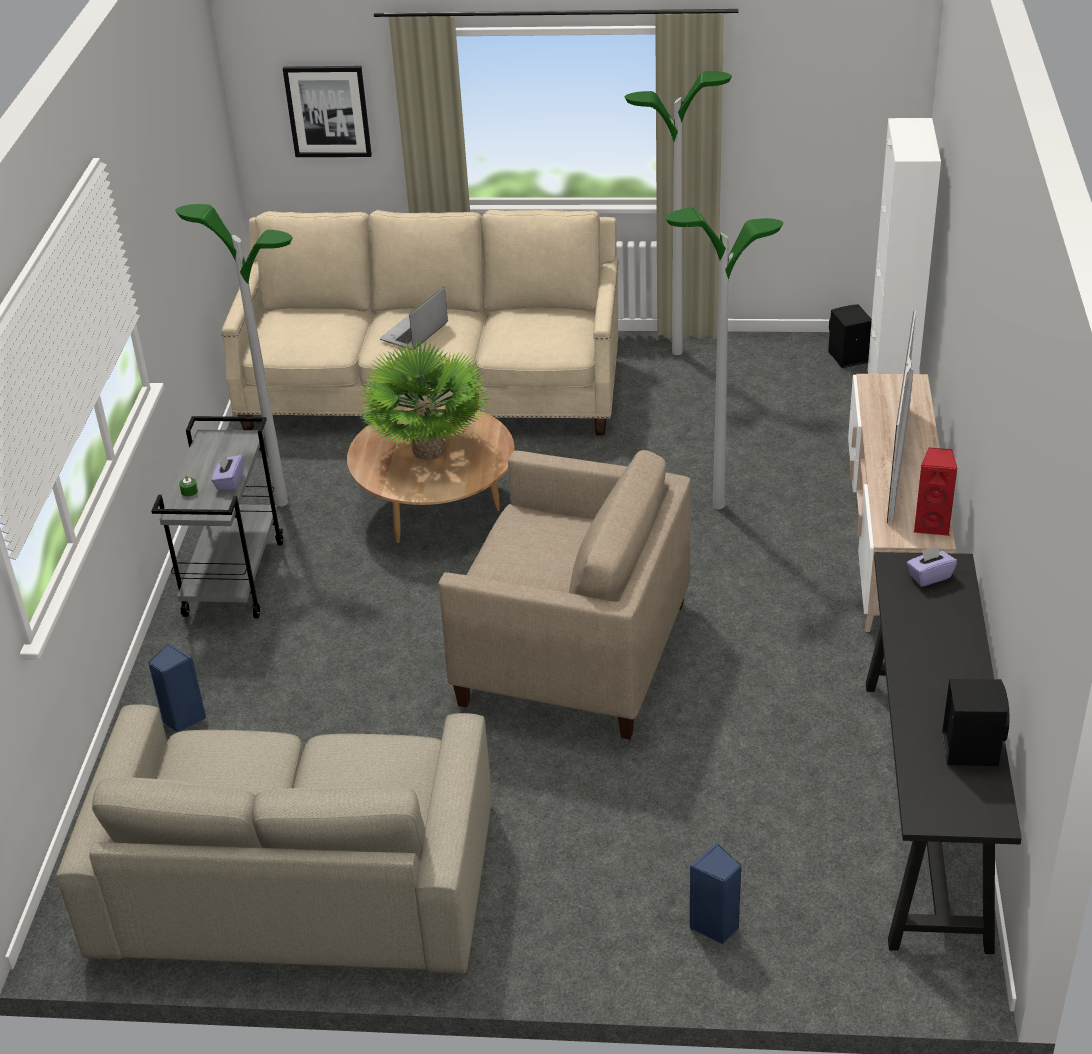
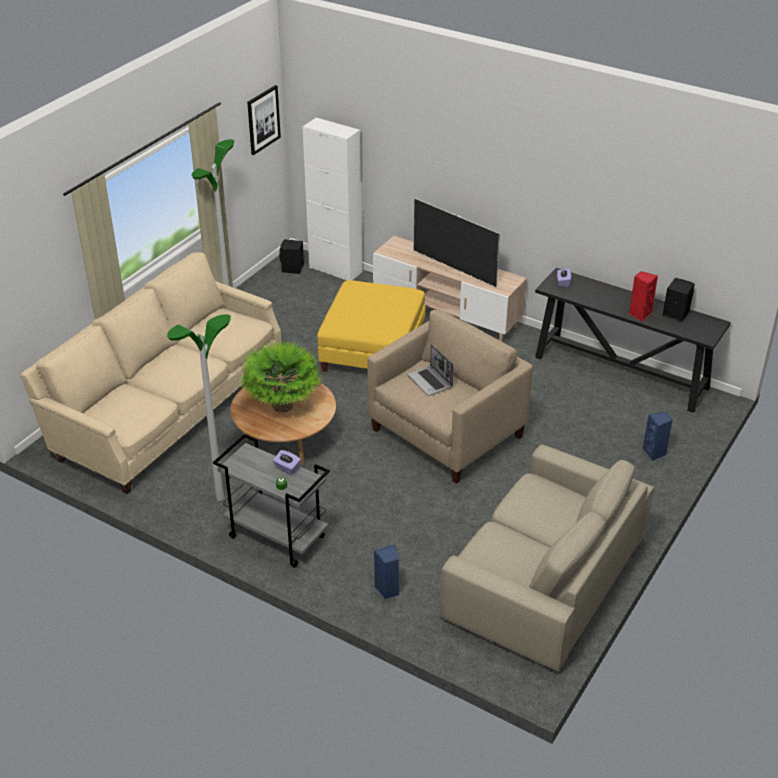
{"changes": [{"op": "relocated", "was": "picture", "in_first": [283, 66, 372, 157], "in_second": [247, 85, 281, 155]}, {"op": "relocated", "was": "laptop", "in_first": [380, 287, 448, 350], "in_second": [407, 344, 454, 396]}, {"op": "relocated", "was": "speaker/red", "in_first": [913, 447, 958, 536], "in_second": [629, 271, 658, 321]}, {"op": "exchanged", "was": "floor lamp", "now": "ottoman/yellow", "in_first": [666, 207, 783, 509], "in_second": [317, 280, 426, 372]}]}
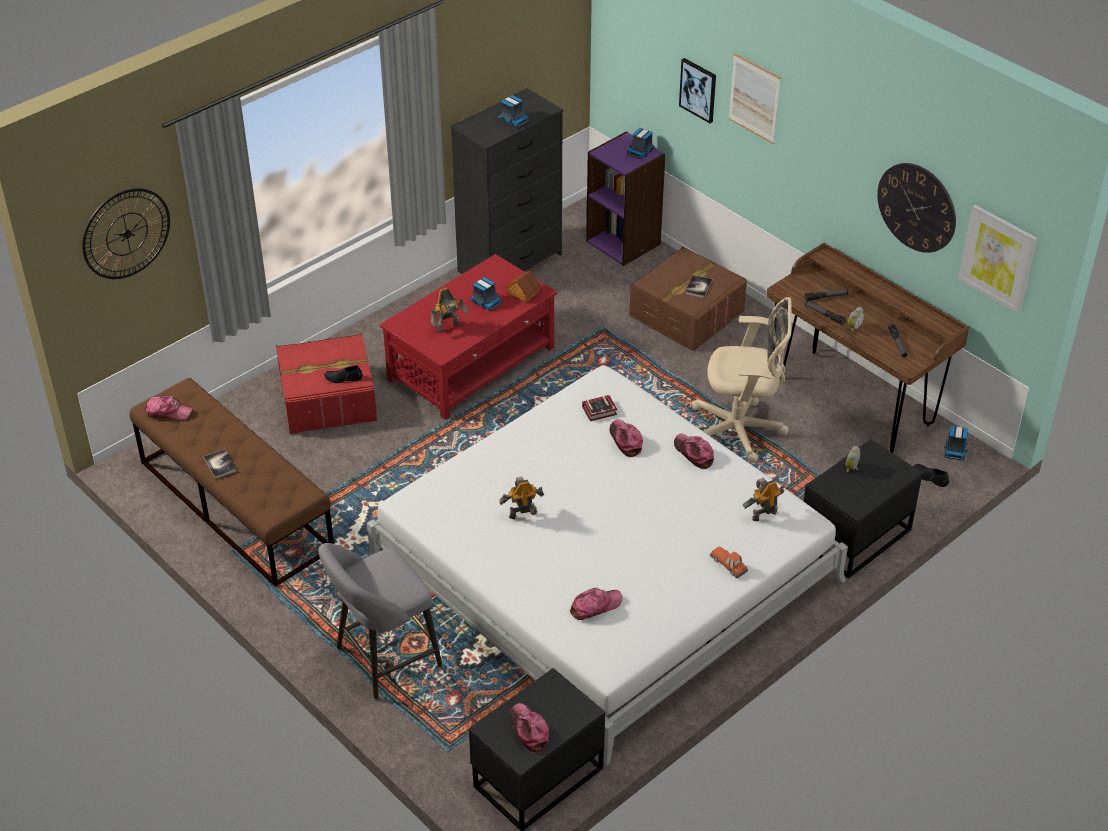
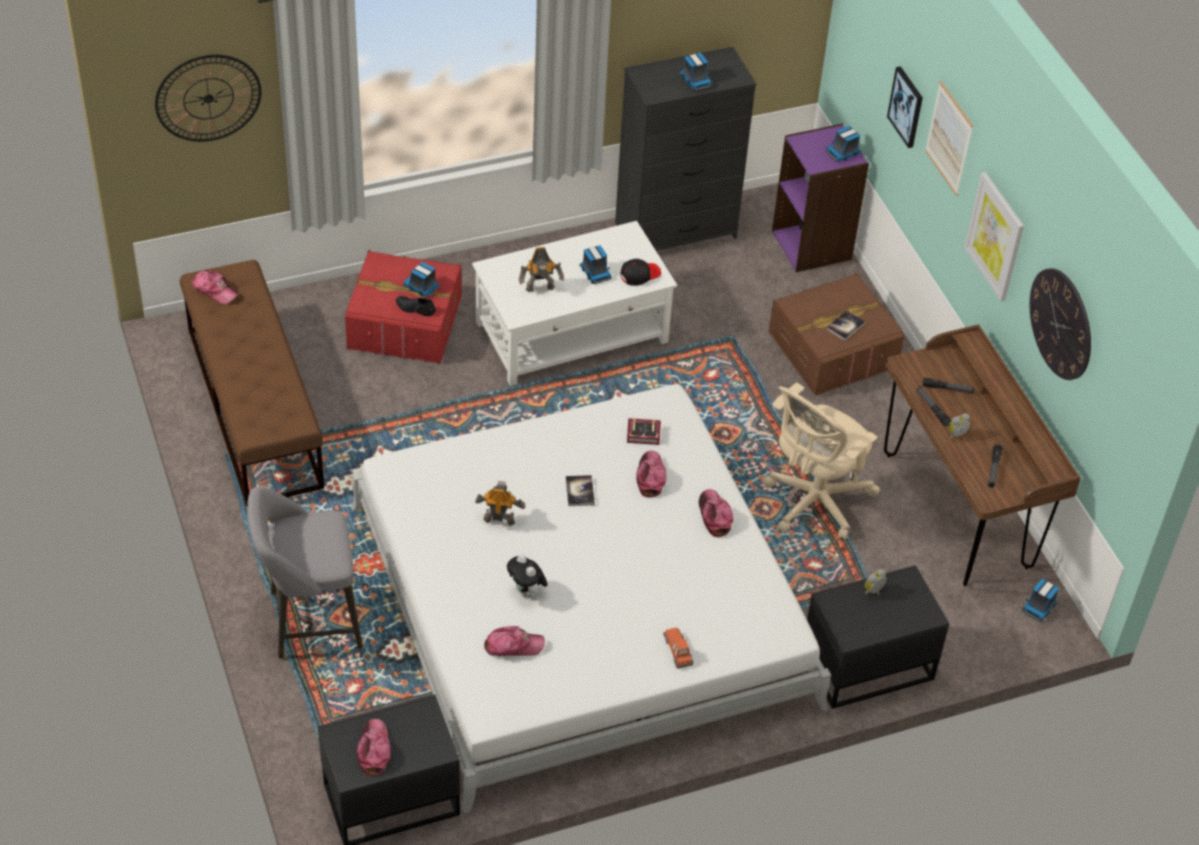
{"changes": [{"op": "missing", "was": "toy robot", "in_first": [743, 478, 785, 521]}, {"op": "missing", "was": "shoe/black", "in_first": [914, 464, 949, 487]}, {"op": "appeared", "now": "toy truck", "in_second": [403, 262, 440, 298]}, {"op": "appeared", "now": "plush toy", "in_second": [507, 555, 548, 599]}, {"op": "relocated", "was": "book", "in_first": [204, 449, 237, 479], "in_second": [566, 475, 595, 506]}, {"op": "relocated", "was": "picture", "in_first": [958, 205, 1037, 313], "in_second": [964, 172, 1024, 302]}, {"op": "exchanged", "was": "toy house", "now": "cap/black", "in_first": [505, 270, 542, 302], "in_second": [620, 259, 661, 286]}, {"op": "colour", "was": "coffee table/red", "now": "coffee table/white", "in_first": [379, 254, 557, 420], "in_second": [472, 221, 677, 386]}, {"op": "spun", "was": "office chair/beige", "in_first": [692, 297, 792, 463], "in_second": [762, 383, 880, 540], "clockwise": 105}]}
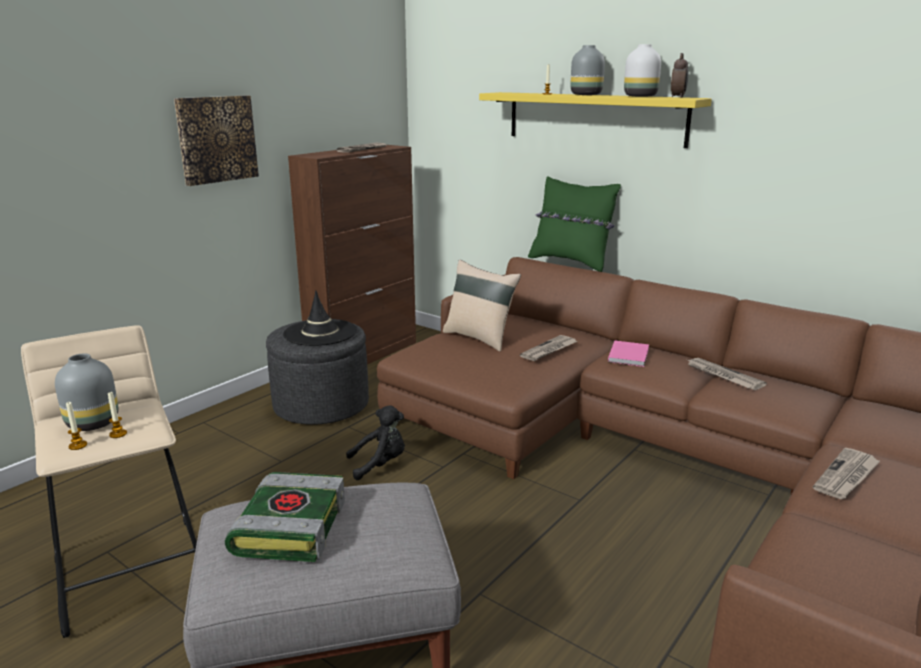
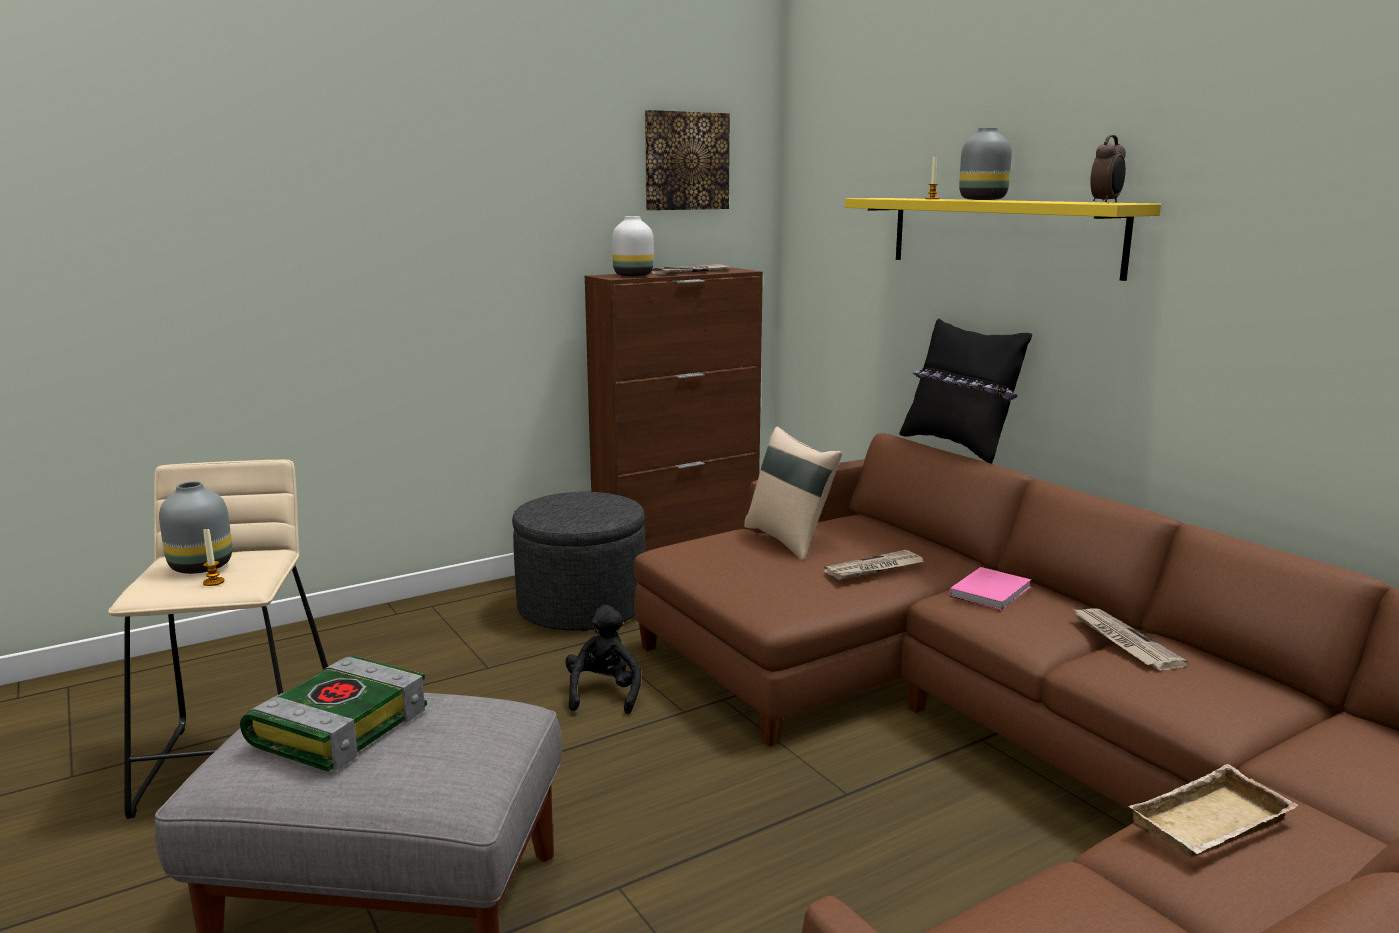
{"changes": [{"op": "missing", "was": "candle", "in_first": [66, 402, 87, 450]}, {"op": "missing", "was": "hat/black", "in_first": [283, 291, 357, 346]}, {"op": "relocated", "was": "picture", "in_first": [174, 95, 259, 186], "in_second": [645, 110, 730, 210]}, {"op": "relocated", "was": "vase/white", "in_first": [624, 44, 661, 97], "in_second": [612, 216, 654, 276]}, {"op": "exchanged", "was": "newspaper", "now": "tray/beige", "in_first": [813, 448, 880, 499], "in_second": [1128, 764, 1298, 857]}, {"op": "colour", "was": "pillow/green", "now": "pillow/black", "in_first": [528, 176, 621, 272], "in_second": [899, 318, 1032, 464]}, {"op": "spun", "was": "plush toy/black", "in_first": [346, 405, 405, 480], "in_second": [565, 605, 641, 714], "clockwise": -90}]}
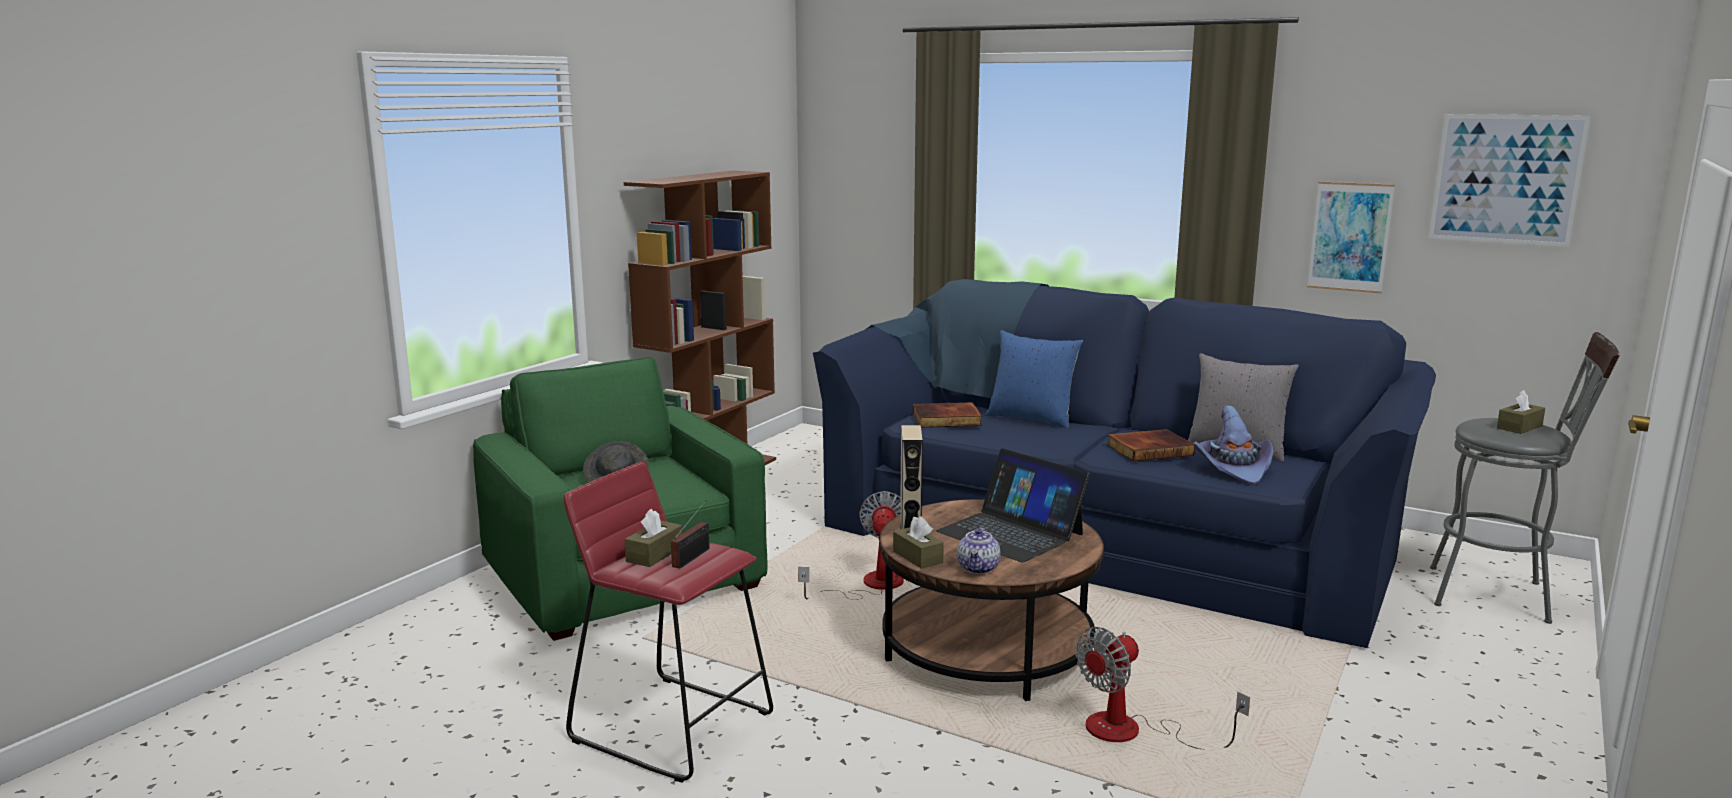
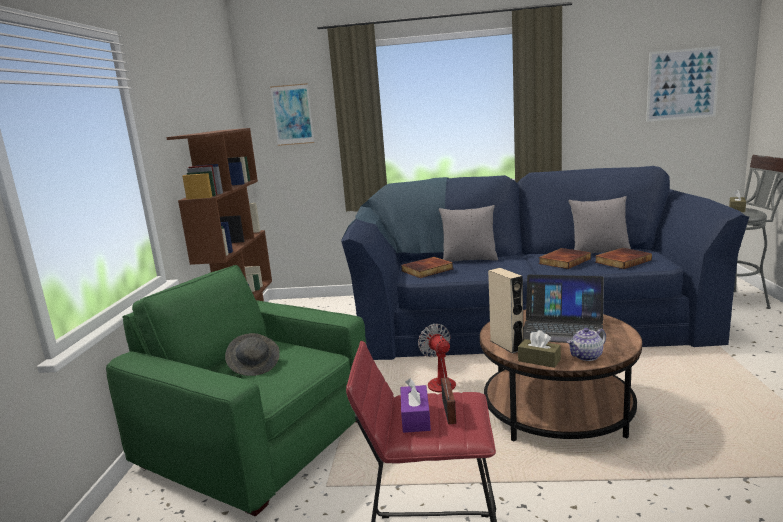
{"changes": [{"op": "missing", "was": "fan", "in_first": [1075, 627, 1250, 749]}, {"op": "relocated", "was": "picture", "in_first": [1307, 181, 1395, 293], "in_second": [270, 83, 315, 146]}, {"op": "exchanged", "was": "hat/purple", "now": "book", "in_first": [1193, 405, 1274, 486], "in_second": [595, 248, 652, 269]}, {"op": "colour", "was": "tissue box/brown", "now": "tissue box/purple", "in_first": [625, 509, 683, 567], "in_second": [400, 379, 431, 433]}, {"op": "colour", "was": "pillow/blue", "now": "pillow/grey", "in_first": [986, 330, 1083, 428], "in_second": [439, 205, 498, 262]}, {"op": "spun", "was": "teapot", "in_first": [957, 526, 1000, 574], "in_second": [567, 328, 606, 361], "clockwise": 75}]}
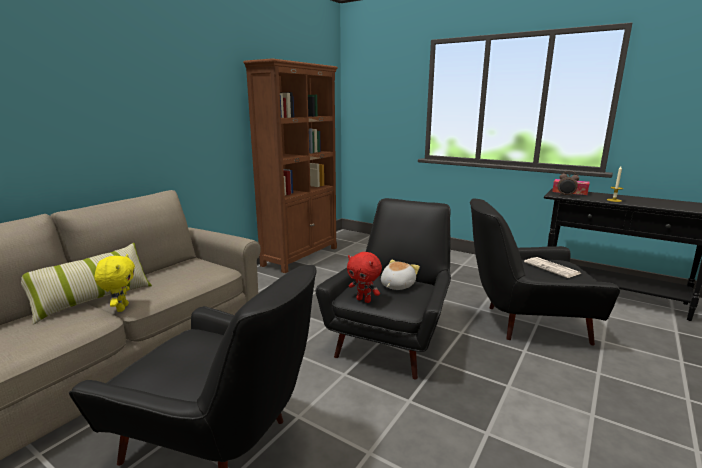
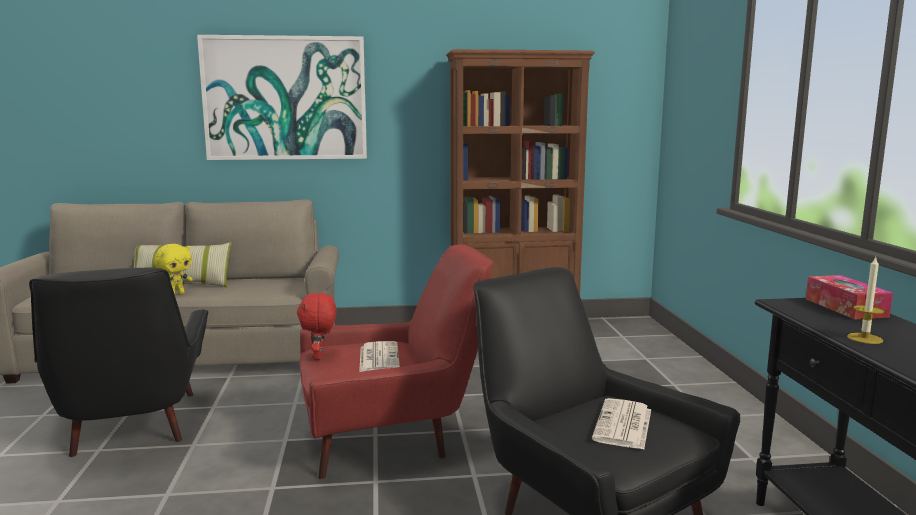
{"changes": [{"op": "missing", "was": "alarm clock", "in_first": [558, 171, 579, 197]}, {"op": "appeared", "now": "picture", "in_second": [197, 35, 367, 160]}, {"op": "exchanged", "was": "plush toy", "now": "newspaper", "in_first": [381, 260, 420, 290], "in_second": [359, 341, 400, 372]}, {"op": "colour", "was": "armchair/black", "now": "armchair/red", "in_first": [315, 198, 451, 380], "in_second": [299, 244, 493, 479]}]}
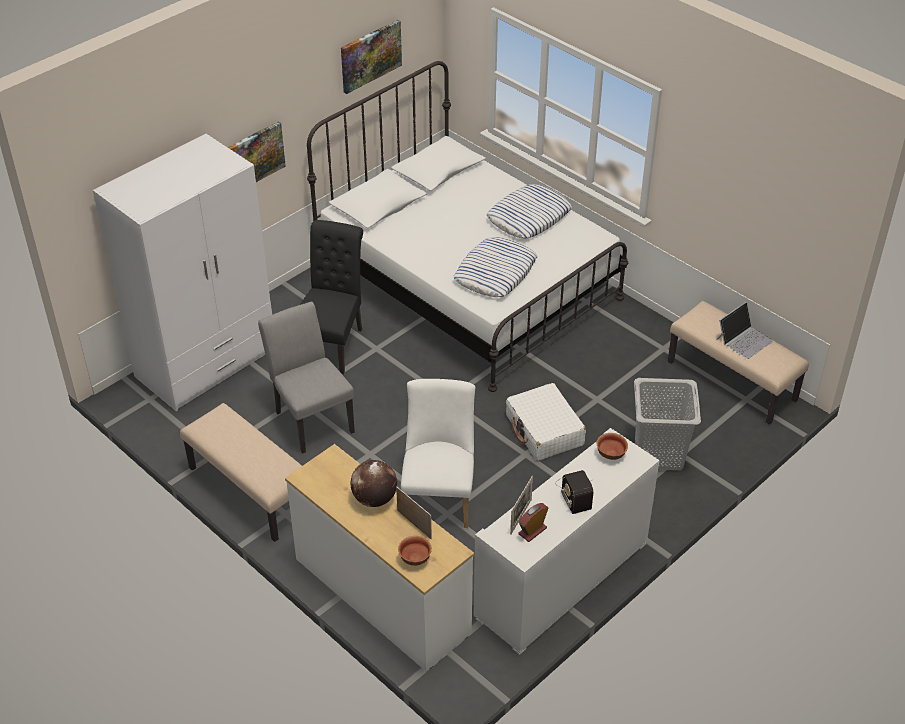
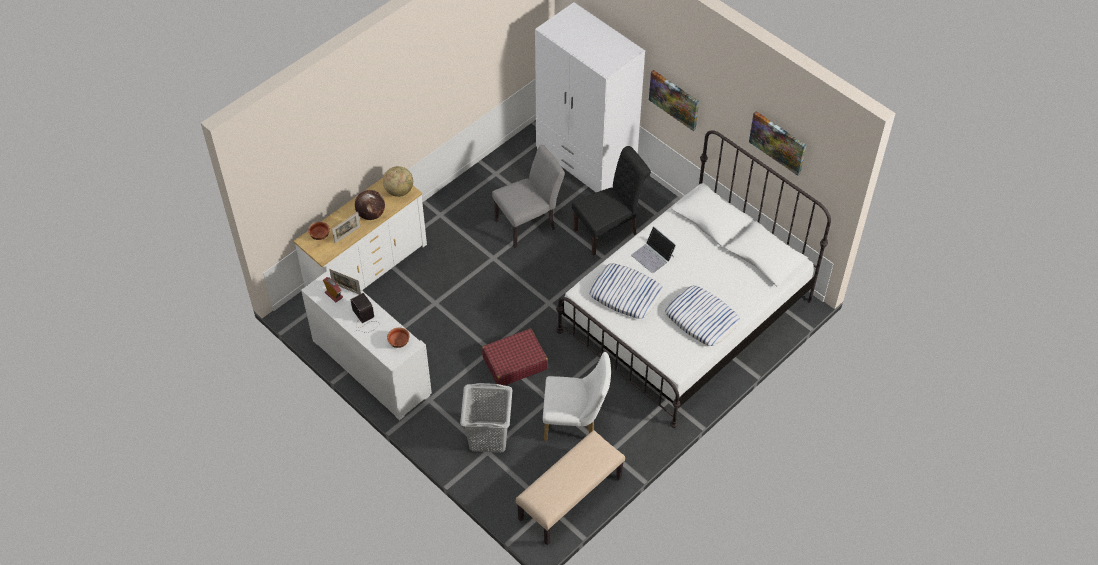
{"changes": [{"op": "missing", "was": "bench/beige", "in_first": [180, 403, 302, 542]}, {"op": "appeared", "now": "globe", "in_second": [383, 166, 413, 197]}, {"op": "relocated", "was": "chair/white", "in_first": [401, 379, 475, 528], "in_second": [543, 352, 611, 441]}, {"op": "relocated", "was": "laptop", "in_first": [718, 302, 773, 359], "in_second": [631, 226, 676, 273]}, {"op": "colour", "was": "suitcase/white", "now": "suitcase/red", "in_first": [506, 383, 586, 461], "in_second": [482, 328, 548, 386]}, {"op": "spun", "was": "chair/black", "in_first": [300, 220, 363, 374], "in_second": [572, 146, 651, 256], "clockwise": -45}, {"op": "spun", "was": "radio", "in_first": [556, 470, 593, 514], "in_second": [351, 293, 380, 333], "clockwise": 75}]}
